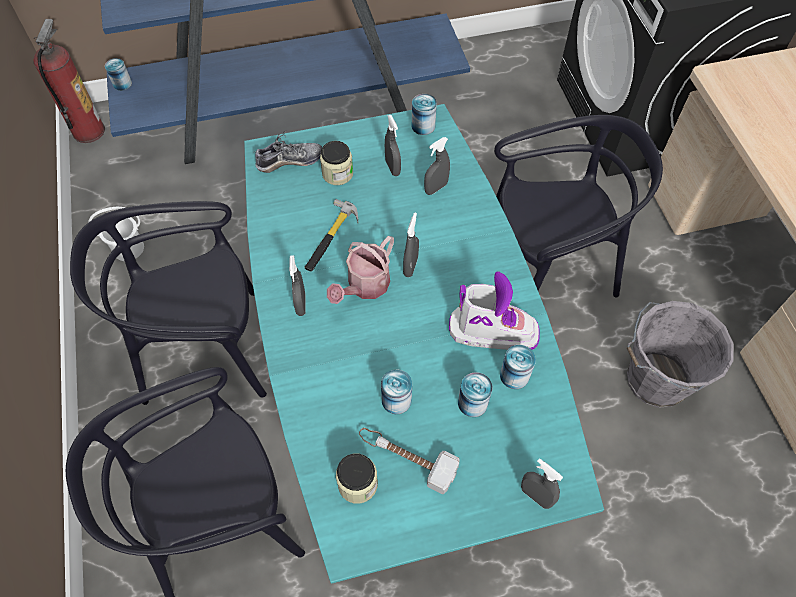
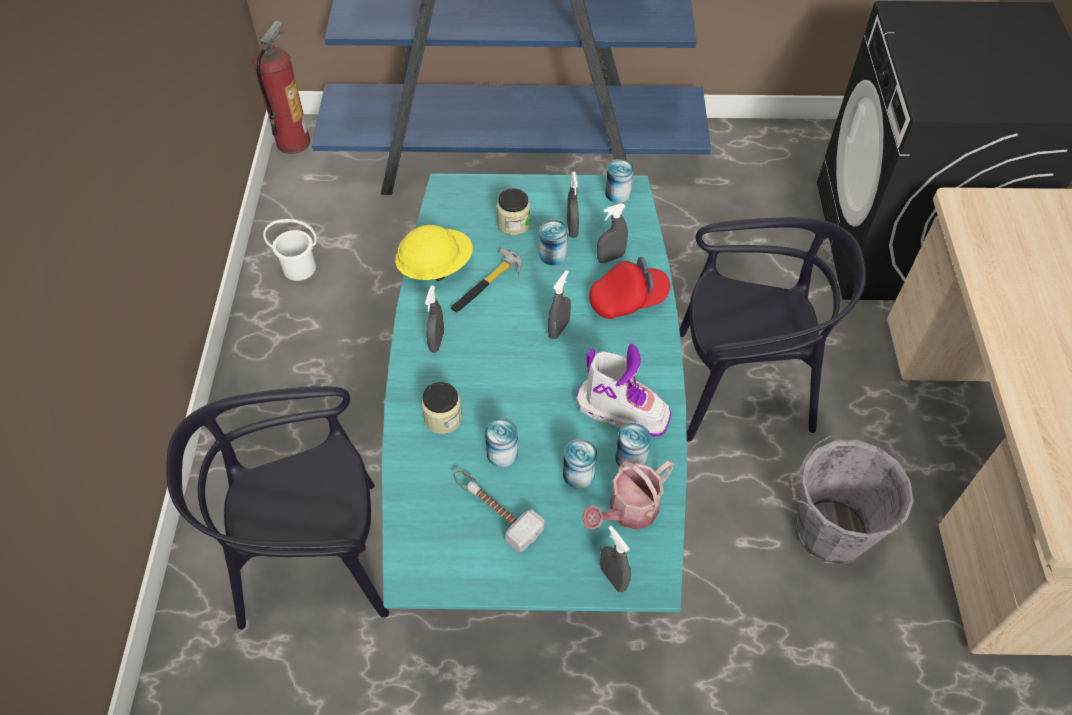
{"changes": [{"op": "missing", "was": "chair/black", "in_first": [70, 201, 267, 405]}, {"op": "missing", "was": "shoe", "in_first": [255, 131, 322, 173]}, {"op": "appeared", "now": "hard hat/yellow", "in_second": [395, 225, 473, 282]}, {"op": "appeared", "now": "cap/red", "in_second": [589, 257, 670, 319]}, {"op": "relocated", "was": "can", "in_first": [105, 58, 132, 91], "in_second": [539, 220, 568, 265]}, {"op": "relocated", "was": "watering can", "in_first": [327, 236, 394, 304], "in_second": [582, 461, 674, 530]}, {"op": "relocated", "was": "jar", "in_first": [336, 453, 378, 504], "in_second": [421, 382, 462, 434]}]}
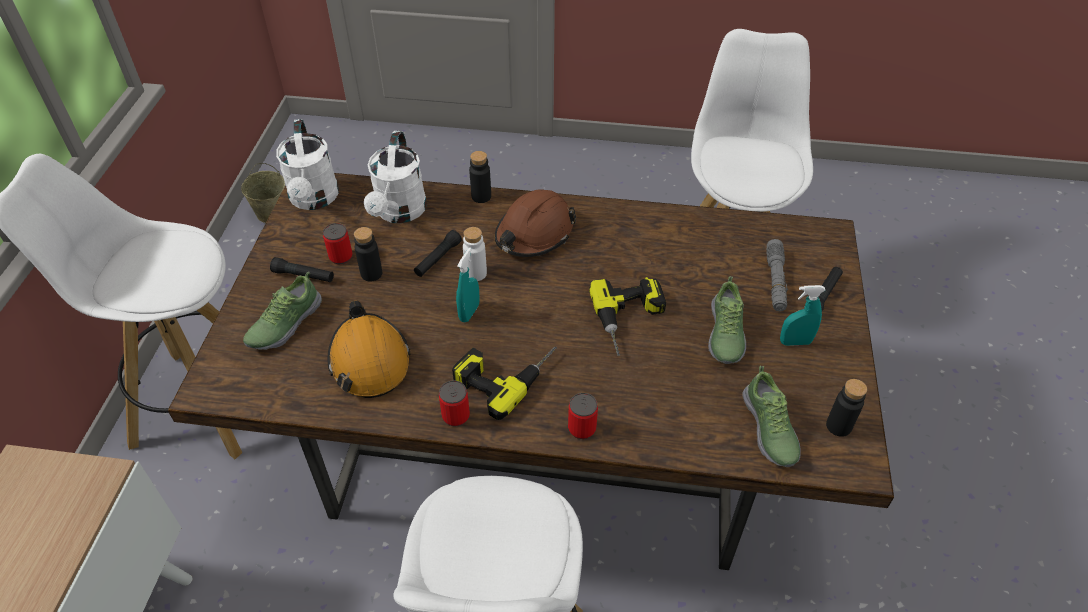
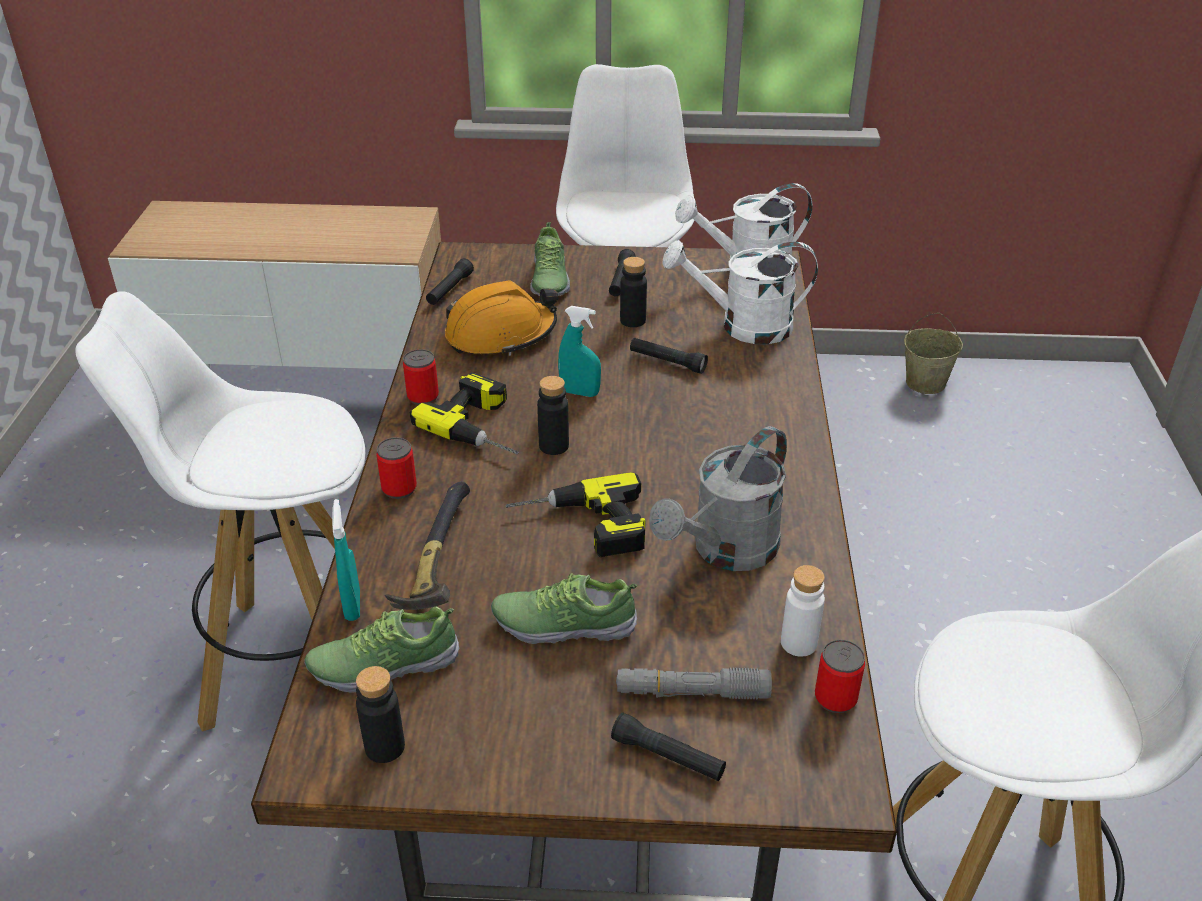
{"changes": [{"op": "missing", "was": "hard hat/brown", "in_first": [495, 189, 576, 257]}, {"op": "appeared", "now": "hammer", "in_second": [385, 481, 470, 610]}, {"op": "appeared", "now": "flashlight/black", "in_second": [426, 258, 474, 305]}, {"op": "appeared", "now": "watering can/grey", "in_second": [649, 426, 787, 571]}, {"op": "relocated", "was": "can", "in_first": [323, 223, 353, 264], "in_second": [815, 640, 865, 713]}, {"op": "relocated", "was": "bottle/white", "in_first": [463, 227, 487, 281], "in_second": [781, 565, 825, 657]}, {"op": "relocated", "was": "bottle/black", "in_first": [469, 151, 491, 203], "in_second": [537, 376, 569, 455]}, {"op": "relocated", "was": "spray bottle/turquoise", "in_first": [780, 285, 826, 346], "in_second": [332, 499, 360, 621]}, {"op": "spun", "was": "shoe", "in_first": [243, 272, 322, 350], "in_second": [530, 222, 570, 296], "clockwise": -120}]}
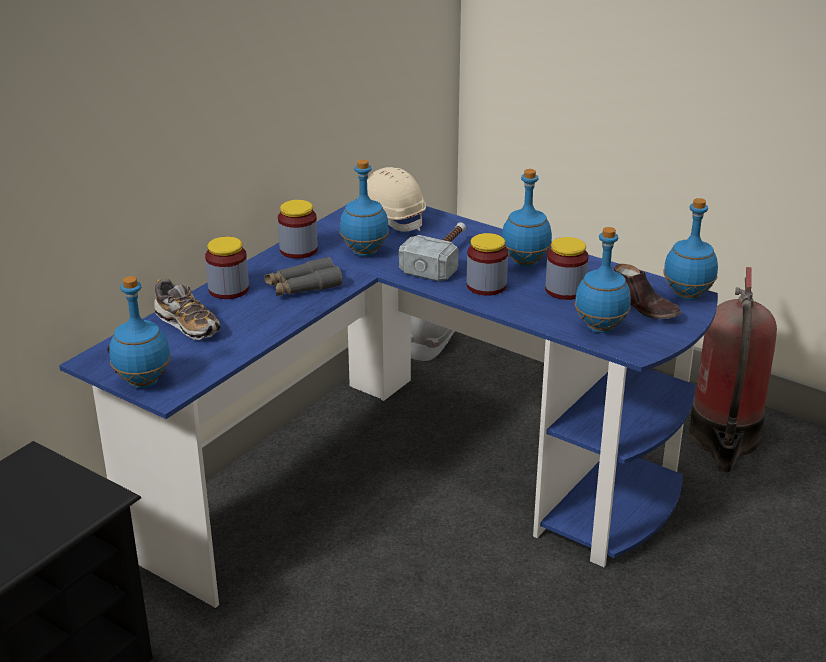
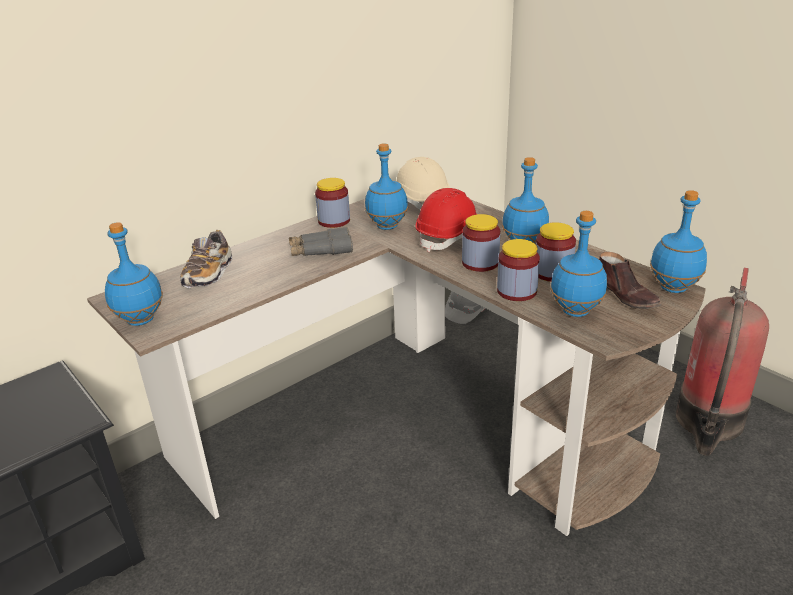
{"changes": [{"op": "relocated", "was": "jar", "in_first": [205, 237, 249, 299], "in_second": [497, 239, 540, 301]}, {"op": "exchanged", "was": "hammer", "now": "hard hat/red", "in_first": [399, 222, 466, 282], "in_second": [415, 188, 477, 252]}, {"op": "colour", "was": "desk/blue", "now": "desk/brown", "in_first": [59, 199, 718, 608], "in_second": [87, 199, 706, 536]}, {"op": "spun", "was": "shoe", "in_first": [154, 279, 221, 340], "in_second": [180, 230, 232, 288], "clockwise": 45}]}
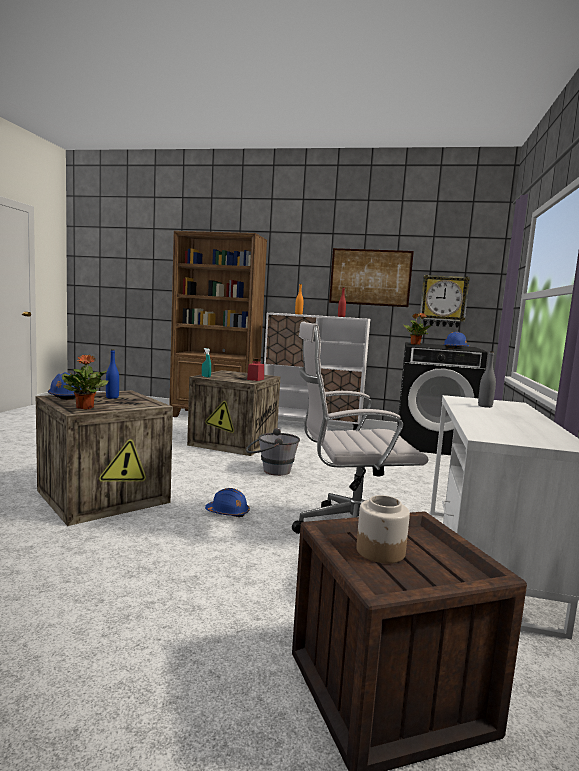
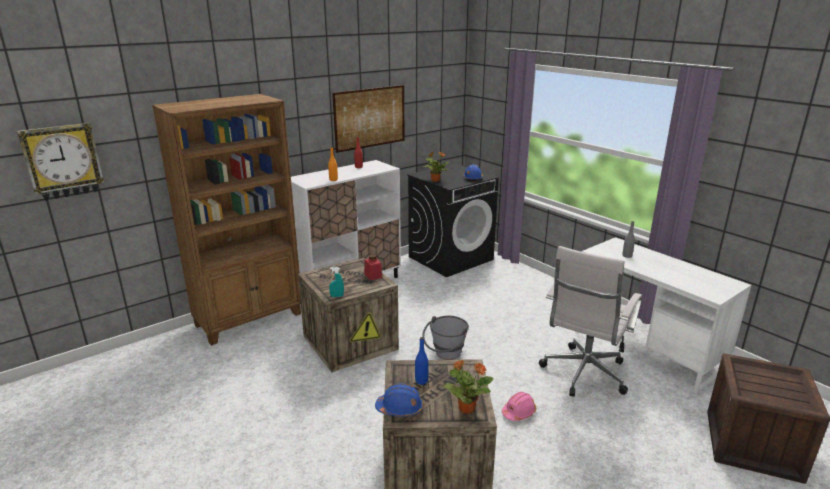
{"changes": [{"op": "missing", "was": "jar", "in_first": [356, 495, 410, 563]}, {"op": "relocated", "was": "wall clock", "in_first": [419, 275, 470, 327], "in_second": [17, 123, 104, 201]}, {"op": "colour", "was": "hard hat/blue", "now": "hard hat/pink", "in_first": [205, 488, 250, 517], "in_second": [502, 392, 536, 421]}]}
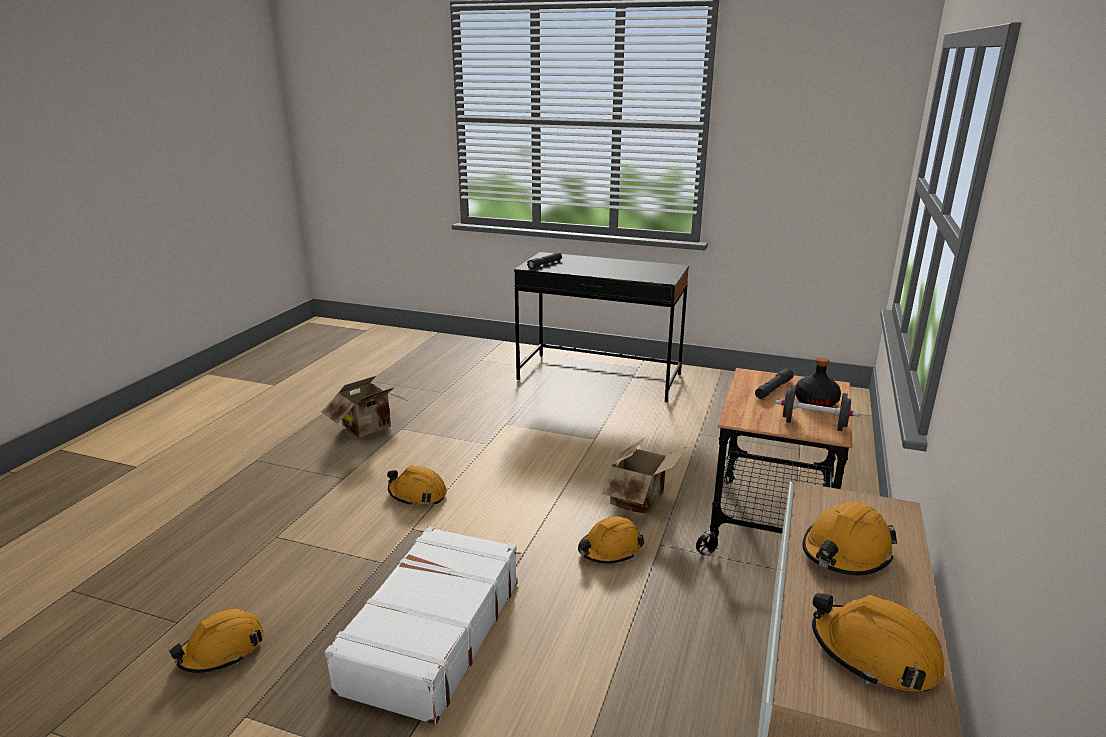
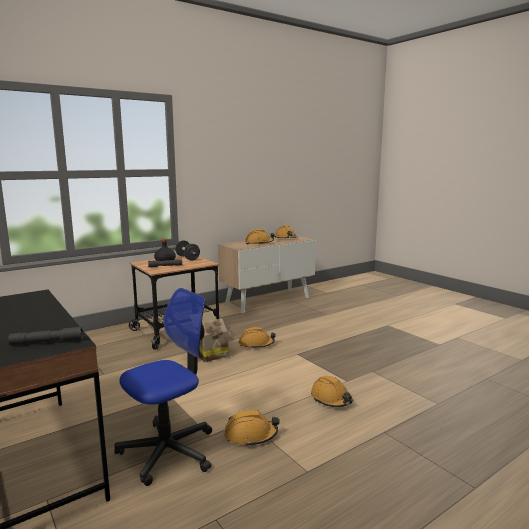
{"changes": [{"op": "missing", "was": "cardboard box", "in_first": [321, 376, 407, 438]}, {"op": "missing", "was": "suitcase/white", "in_first": [325, 526, 518, 725]}, {"op": "appeared", "now": "office chair", "in_second": [114, 288, 212, 486]}, {"op": "relocated", "was": "hard hat/orange", "in_first": [169, 609, 264, 673], "in_second": [224, 410, 279, 447]}]}
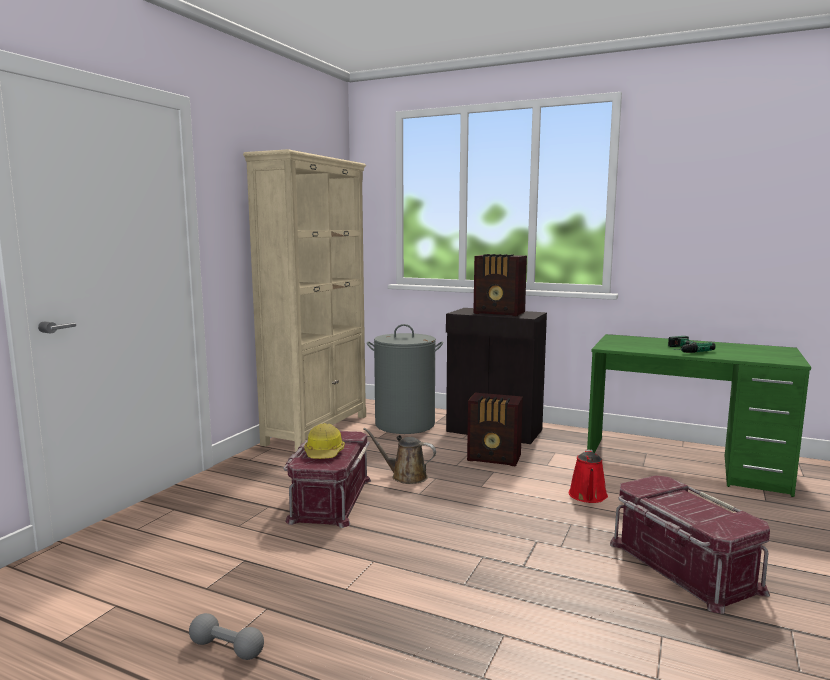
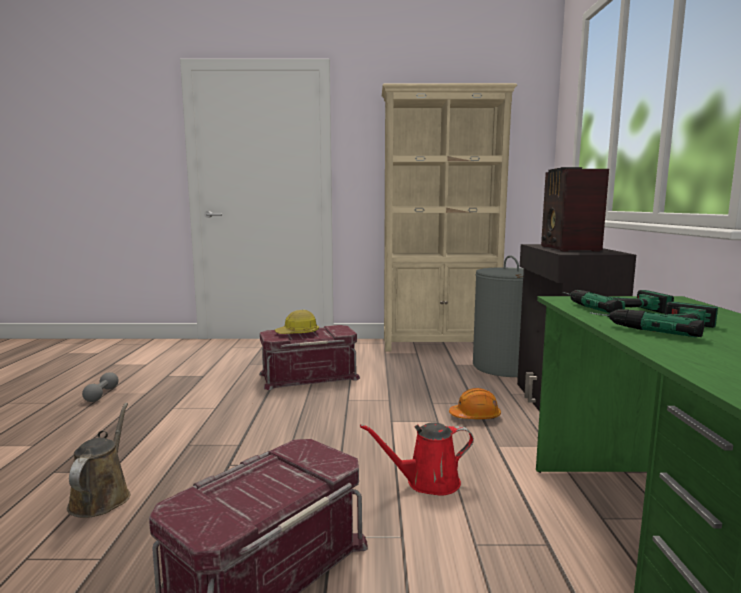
{"changes": [{"op": "appeared", "now": "power drill", "in_second": [563, 290, 674, 314]}, {"op": "relocated", "was": "watering can/brown", "in_first": [364, 428, 436, 484], "in_second": [67, 403, 130, 518]}, {"op": "exchanged", "was": "radio", "now": "hard hat/orange", "in_first": [467, 393, 523, 466], "in_second": [449, 388, 501, 419]}]}
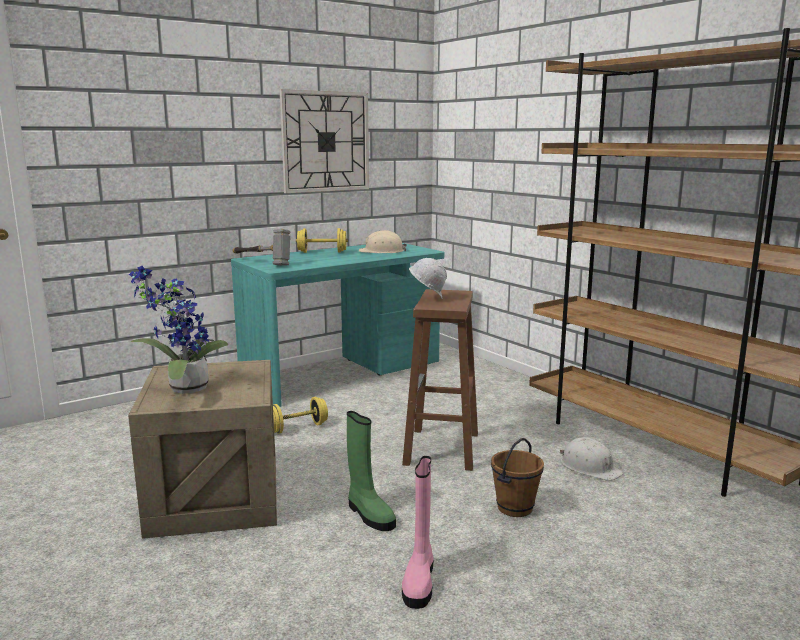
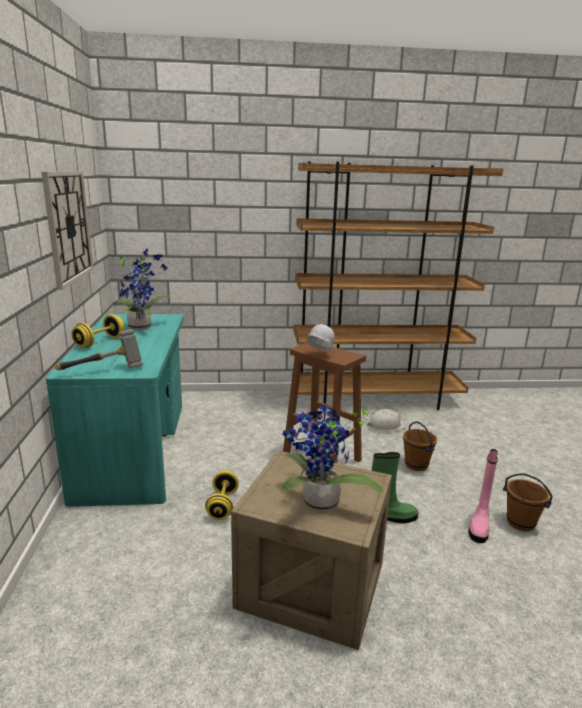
{"changes": [{"op": "appeared", "now": "bucket/brown", "in_second": [503, 473, 553, 531]}, {"op": "exchanged", "was": "hard hat/beige", "now": "potted plant", "in_first": [359, 230, 407, 253], "in_second": [113, 249, 171, 330]}, {"op": "spun", "was": "boot/pink", "in_first": [402, 456, 434, 609], "in_second": [468, 449, 498, 543], "clockwise": 75}]}
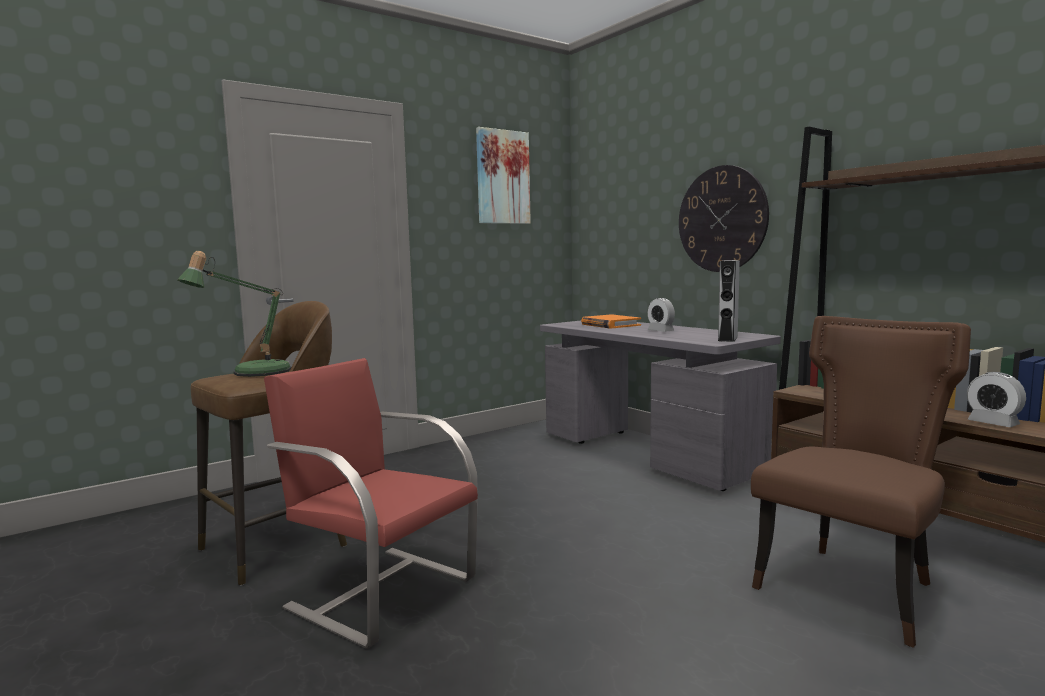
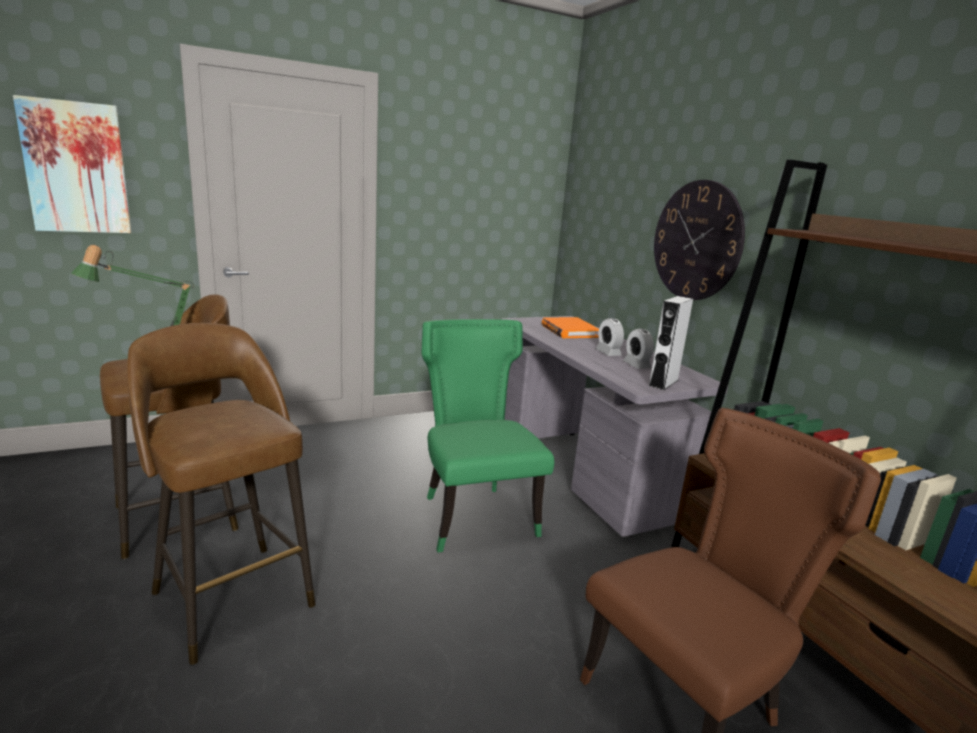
{"changes": [{"op": "appeared", "now": "chair/green", "in_second": [422, 319, 554, 553]}, {"op": "relocated", "was": "picture", "in_first": [476, 127, 531, 224], "in_second": [13, 95, 131, 233]}, {"op": "relocated", "was": "alarm clock", "in_first": [967, 372, 1026, 427], "in_second": [623, 328, 654, 369]}, {"op": "exchanged", "was": "chair/red", "now": "stool/brown", "in_first": [264, 358, 478, 649], "in_second": [127, 323, 315, 665]}]}
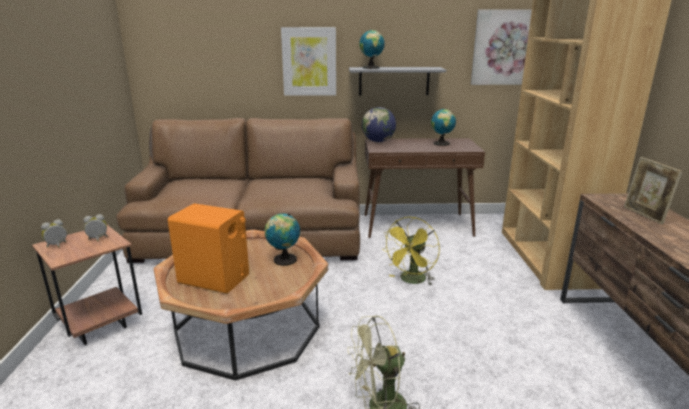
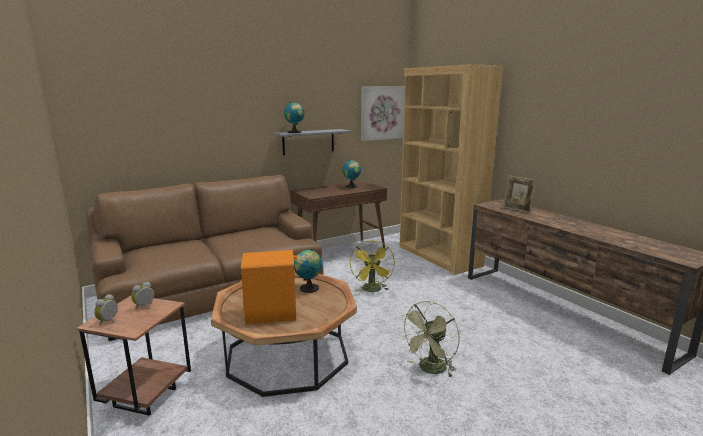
{"changes": [{"op": "missing", "was": "picture", "in_first": [281, 27, 336, 96]}, {"op": "missing", "was": "globe", "in_first": [362, 107, 396, 142]}]}
